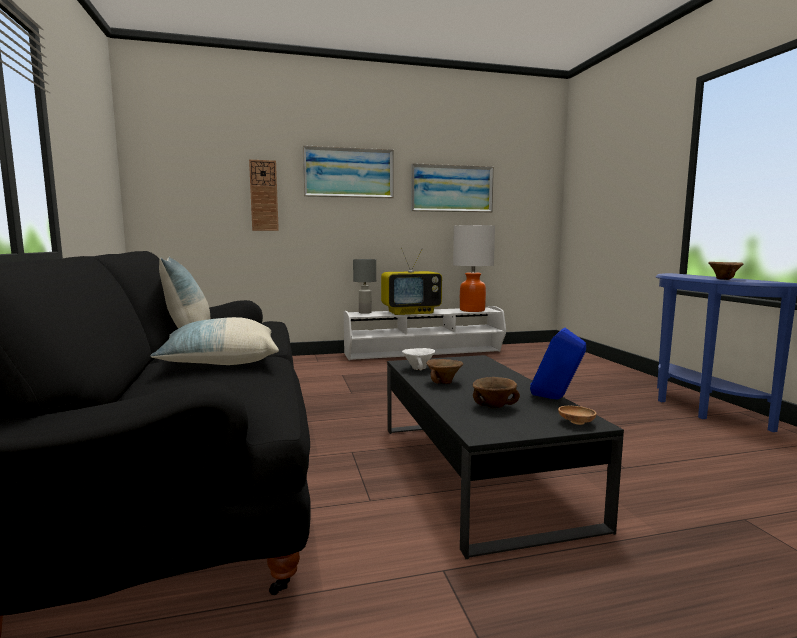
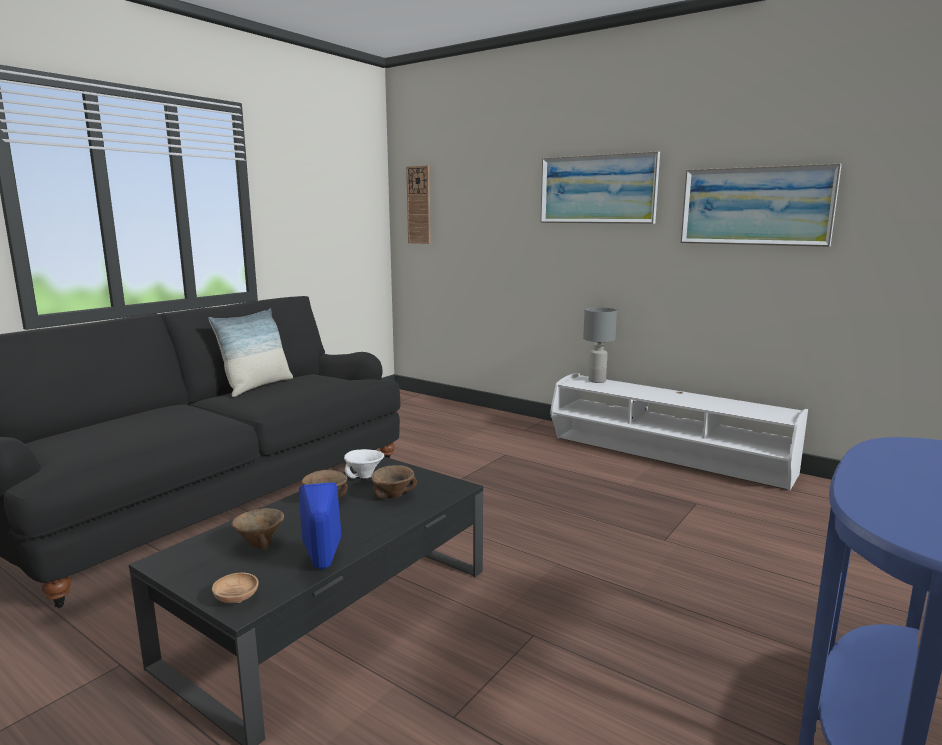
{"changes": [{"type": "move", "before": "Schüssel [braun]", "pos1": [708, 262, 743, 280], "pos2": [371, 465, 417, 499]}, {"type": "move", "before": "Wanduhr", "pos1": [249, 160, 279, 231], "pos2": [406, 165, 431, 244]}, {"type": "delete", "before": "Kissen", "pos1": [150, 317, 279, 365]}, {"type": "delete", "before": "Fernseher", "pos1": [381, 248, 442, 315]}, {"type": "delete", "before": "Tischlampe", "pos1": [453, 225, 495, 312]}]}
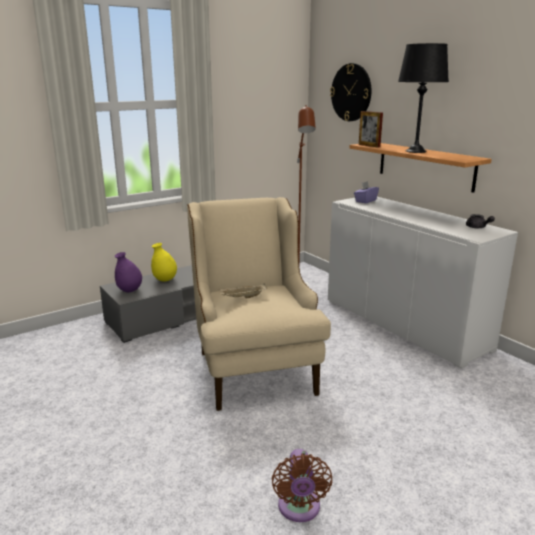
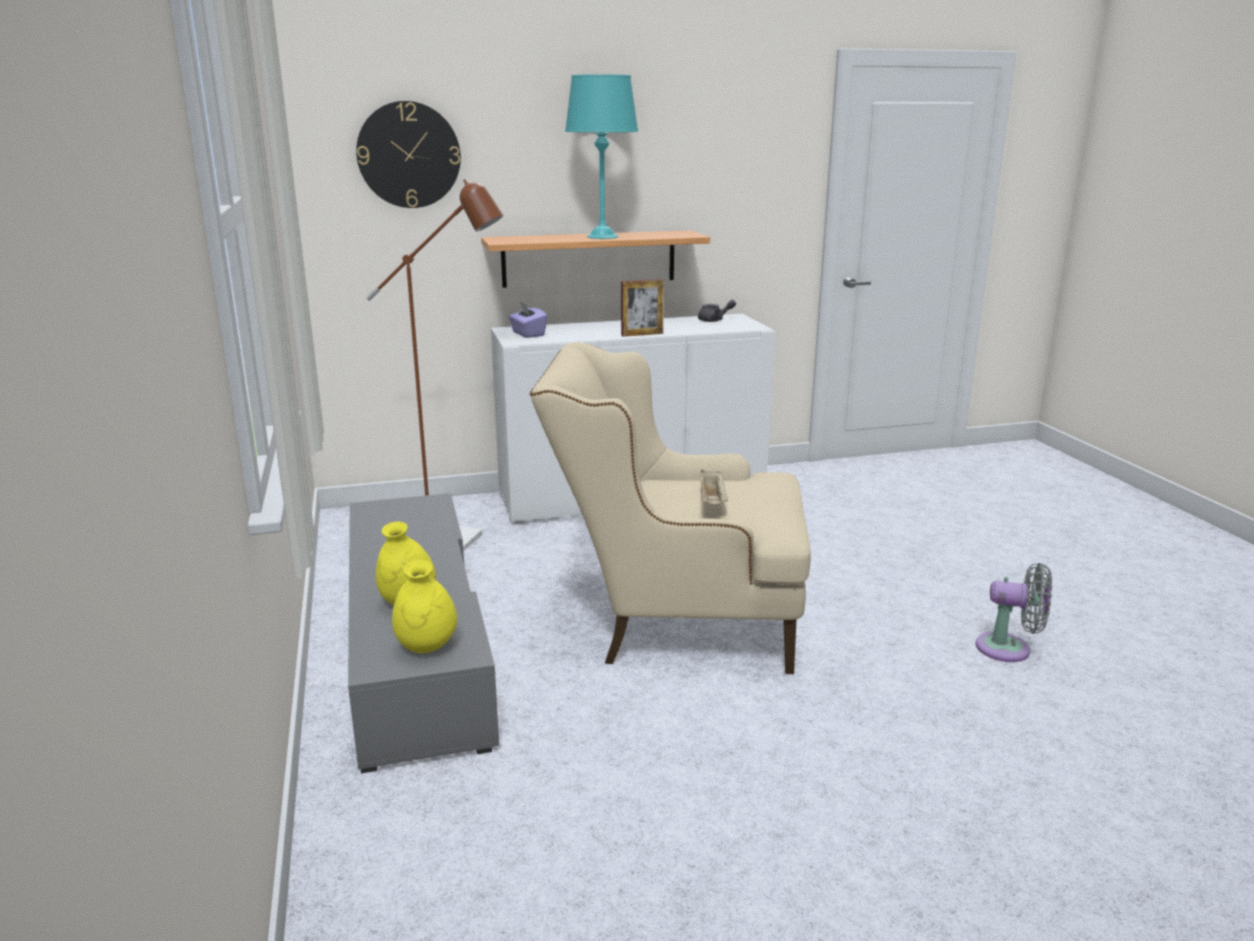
{"changes": [{"type": "recolor", "before": "Vase [lila]", "after": "Vase [gelb]", "pos1": [115, 252, 142, 292], "pos2": [392, 560, 457, 653]}, {"type": "recolor", "before": "Tischlampe [schwarz]", "after": "Tischlampe [türkis]", "pos1": [398, 43, 449, 153], "pos2": [565, 74, 638, 239]}, {"type": "move", "before": "Bilderrahmen", "pos1": [359, 111, 383, 148], "pos2": [621, 279, 664, 337]}, {"type": "recolor", "before": "Ventilator [braun]", "after": "Ventilator [grau]", "pos1": [272, 449, 332, 522], "pos2": [976, 563, 1052, 662]}]}
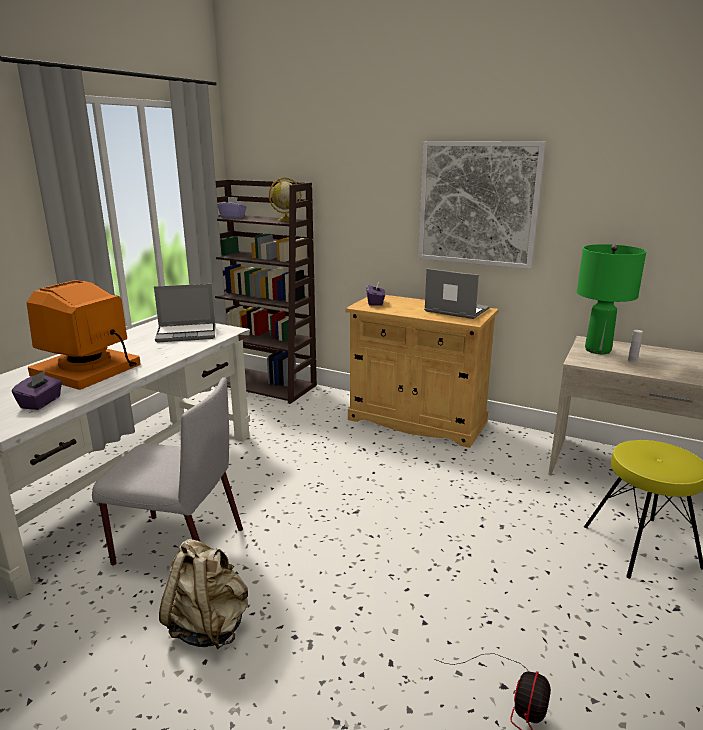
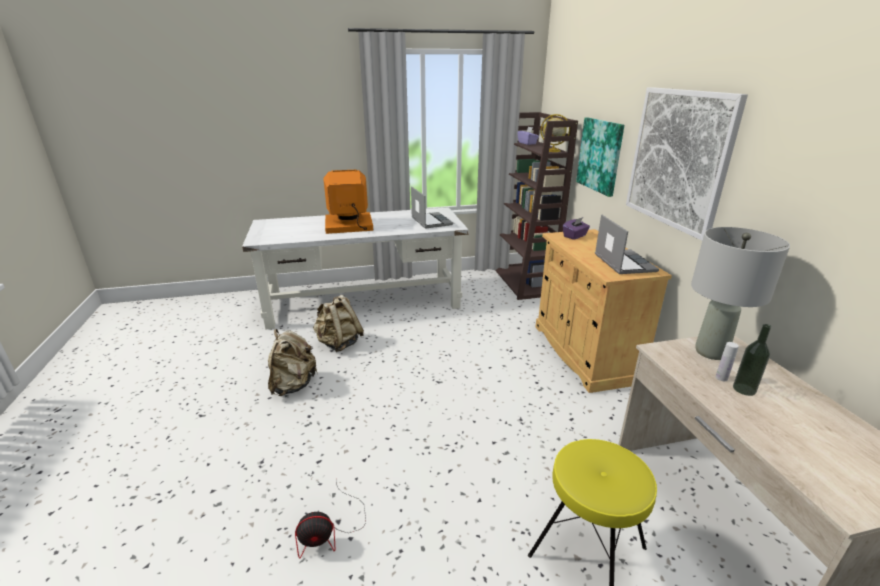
{"changes": [{"type": "replace", "before": "Stuhl [grau]", "after": "Rucksack [beige]", "pos1": [92, 378, 243, 566], "pos2": [313, 295, 364, 352]}, {"type": "rotate", "before": "Laptop", "pos1": [154, 284, 215, 342], "pos2": [411, 186, 453, 229], "turn": -150}, {"type": "insert", "after": "Bild", "pos2": [576, 118, 624, 197]}, {"type": "recolor", "before": "Tischlampe [grün]", "after": "Tischlampe [grau]", "pos1": [577, 244, 646, 354], "pos2": [691, 227, 790, 360]}, {"type": "insert", "after": "Flasche", "pos2": [733, 324, 771, 396]}, {"type": "delete", "before": "Taschentuchbox [lila]", "pos1": [12, 370, 62, 410]}]}
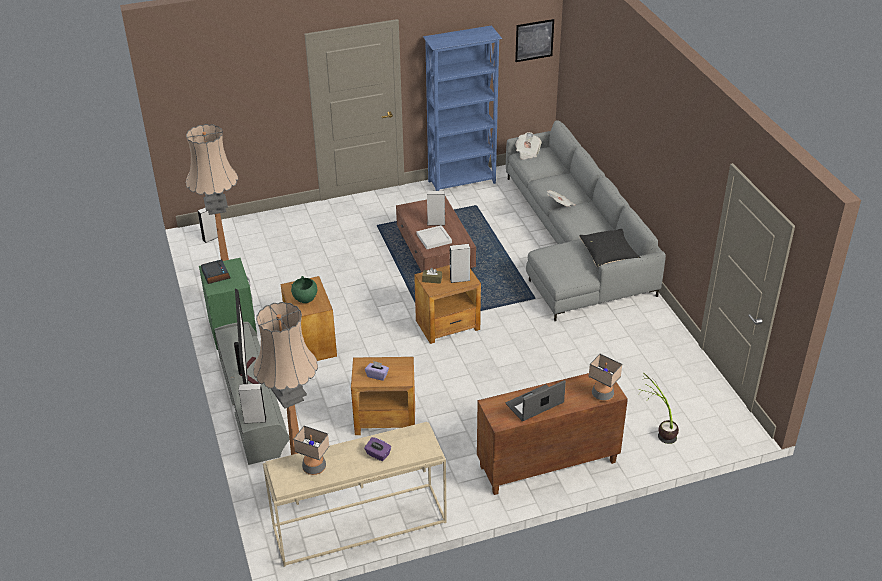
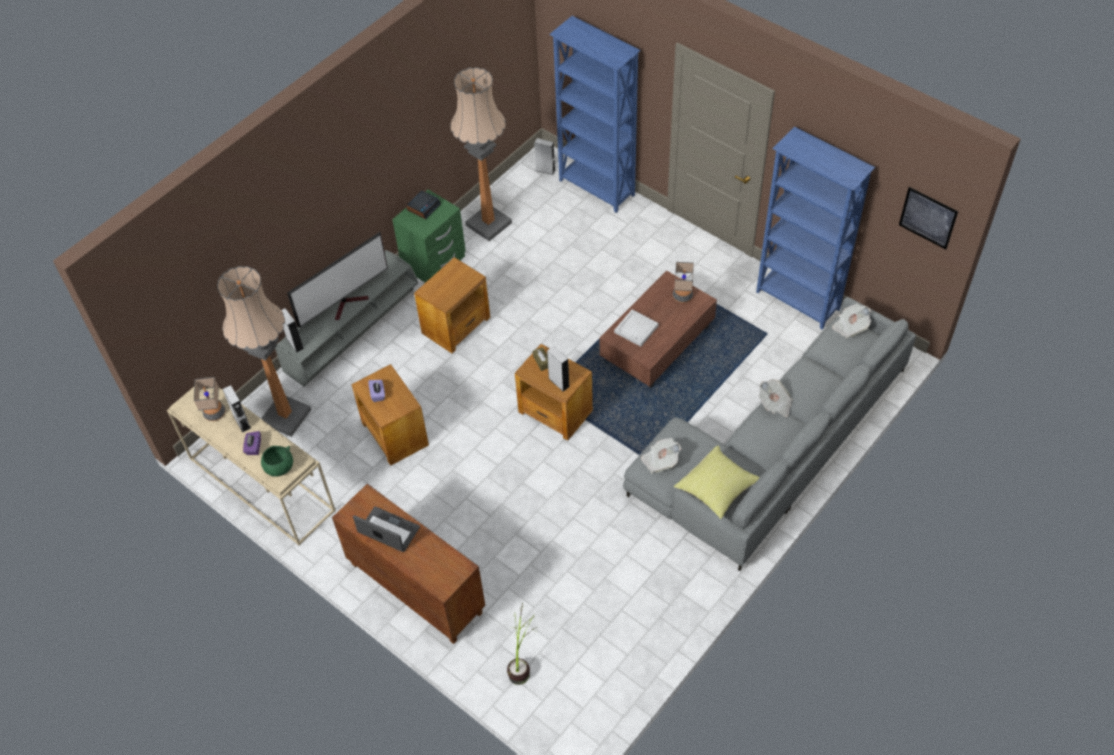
{"changes": [{"type": "move", "before": "Lautsprecher [grau]", "pos1": [427, 191, 445, 225], "pos2": [223, 385, 251, 433]}, {"type": "move", "before": "Schüssel [grün]", "pos1": [291, 276, 317, 303], "pos2": [261, 446, 293, 477]}, {"type": "insert", "after": "Bücherregal [blau]", "pos2": [549, 16, 641, 213]}, {"type": "insert", "after": "Zeitung", "pos2": [641, 438, 681, 474]}, {"type": "move", "before": "Tischlampe", "pos1": [588, 354, 622, 401], "pos2": [673, 262, 694, 303]}, {"type": "recolor", "before": "Kissen [schwarz]", "after": "Kissen [gelb]", "pos1": [579, 229, 641, 267], "pos2": [674, 446, 760, 519]}]}
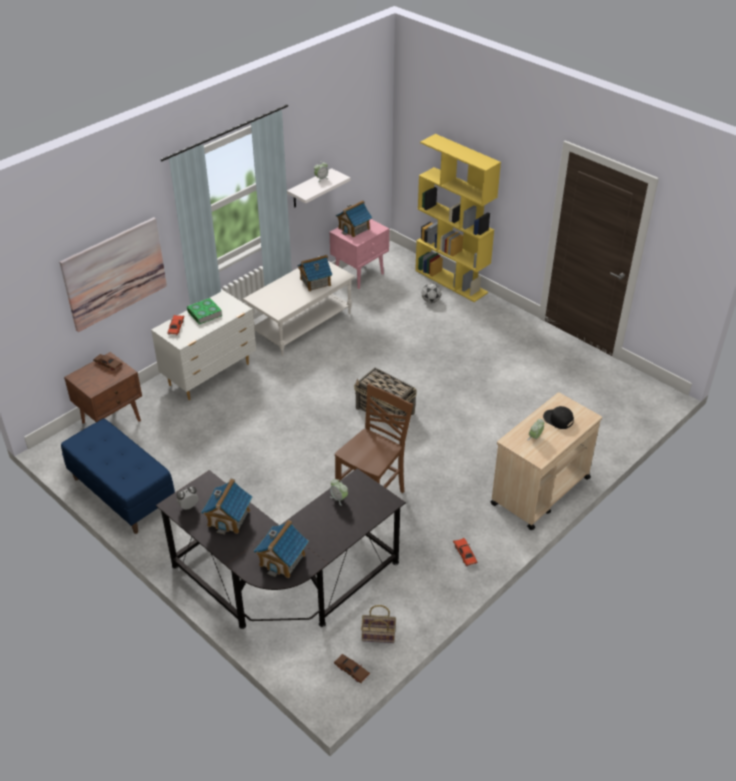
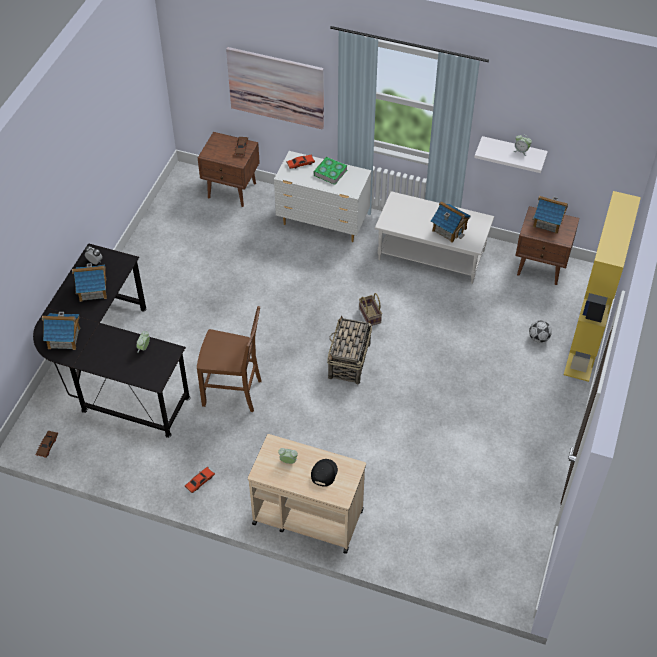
{"changes": [{"type": "move", "before": "Korb", "pos1": [361, 605, 396, 643], "pos2": [359, 293, 382, 326]}, {"type": "recolor", "before": "Nachttisch [rosa]", "after": "Nachttisch [braun]", "pos1": [330, 219, 389, 289], "pos2": [515, 206, 580, 285]}, {"type": "delete", "before": "Bank [blau]", "pos1": [61, 419, 175, 534]}]}
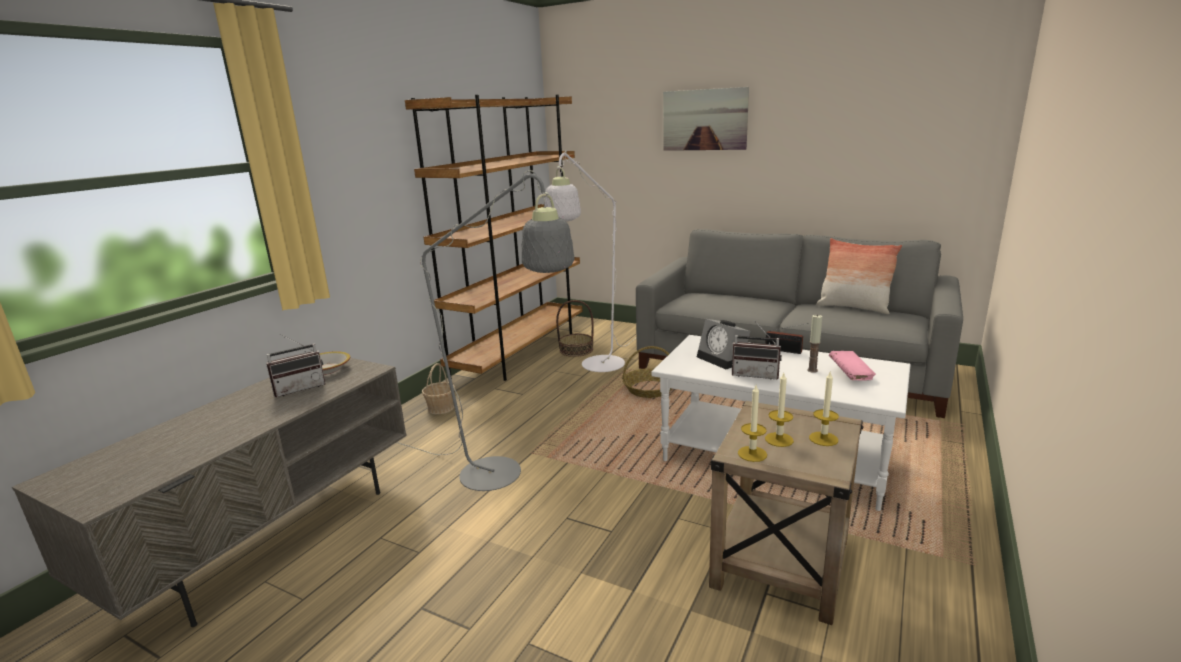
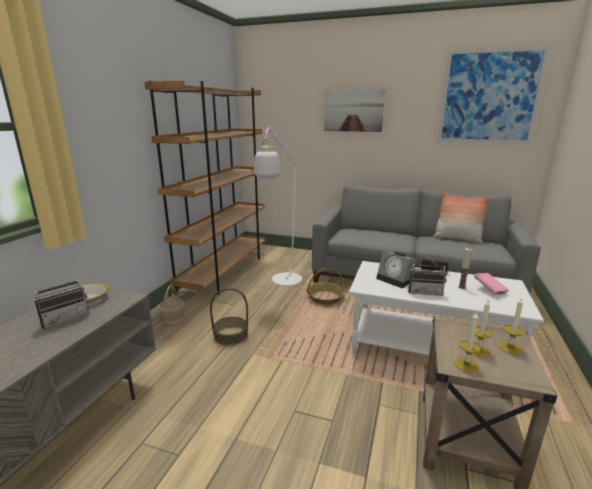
{"changes": [{"type": "move", "before": "Korb", "pos1": [556, 300, 594, 357], "pos2": [210, 288, 248, 345]}, {"type": "insert", "after": "Bild", "pos2": [438, 46, 550, 144]}, {"type": "delete", "before": "Stehlampe [grau]", "pos1": [396, 170, 575, 491]}]}
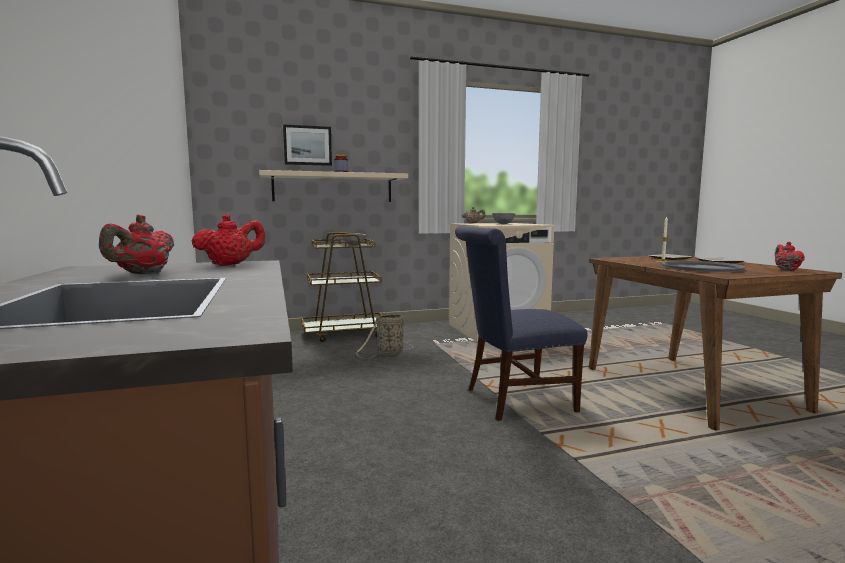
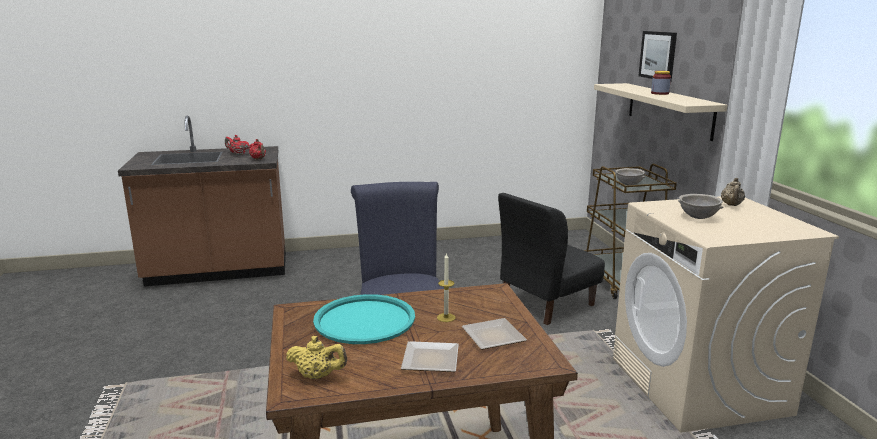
{"changes": [{"type": "recolor", "before": "Teekanne [rot]", "after": "Teekanne [gelb]", "pos1": [775, 242, 805, 270], "pos2": [286, 336, 347, 379]}, {"type": "recolor", "before": "Tablett [grau]", "after": "Tablett [türkis]", "pos1": [661, 261, 746, 272], "pos2": [313, 294, 415, 344]}, {"type": "replace", "before": "Korb", "after": "Stuhl [schwarz]", "pos1": [355, 314, 413, 359], "pos2": [498, 193, 605, 325]}]}
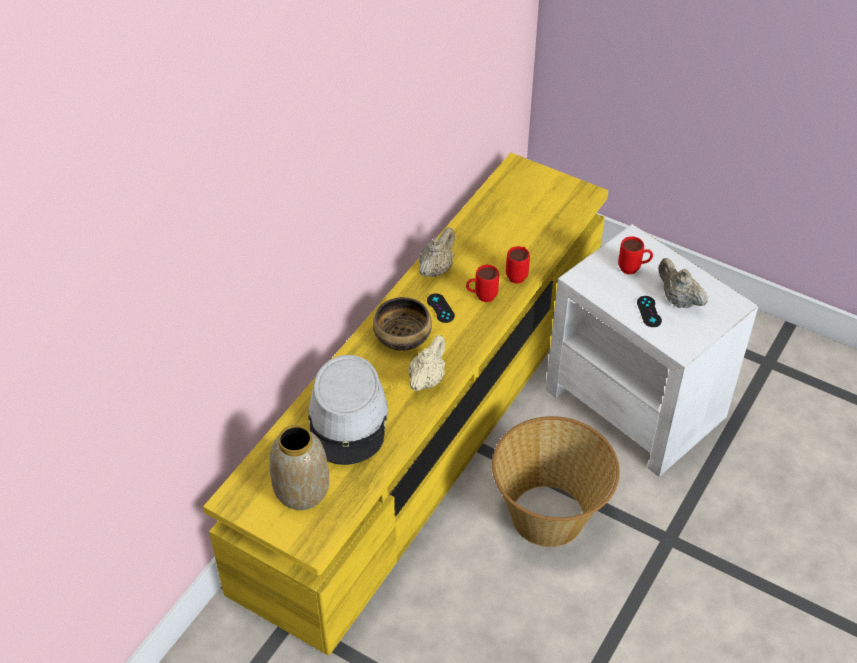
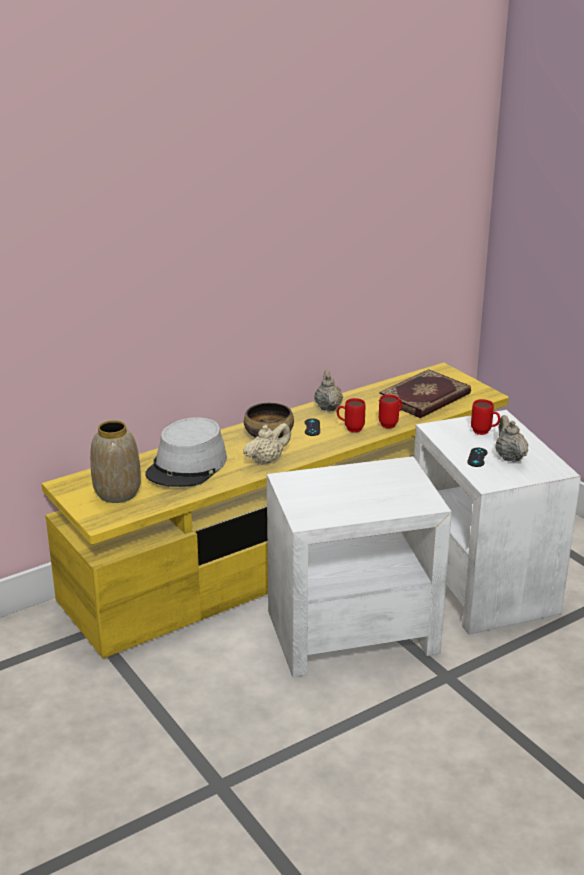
{"changes": [{"type": "replace", "before": "Korb", "after": "Beistelltisch [weiß]", "pos1": [492, 416, 620, 547], "pos2": [267, 456, 452, 677]}, {"type": "rotate", "before": "Teekanne [beige]", "pos1": [419, 227, 455, 277], "pos2": [314, 370, 343, 412], "turn": -60}, {"type": "insert", "after": "Buch", "pos2": [379, 369, 471, 418]}]}
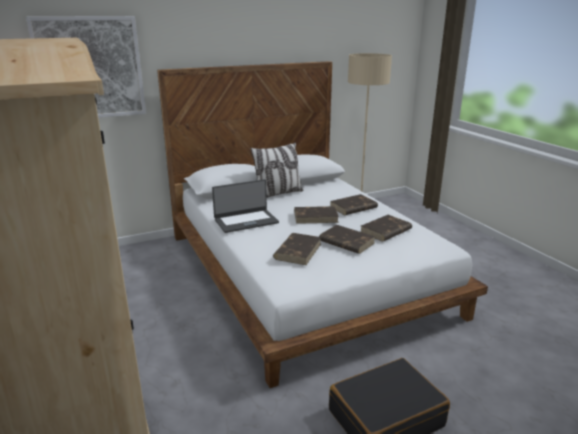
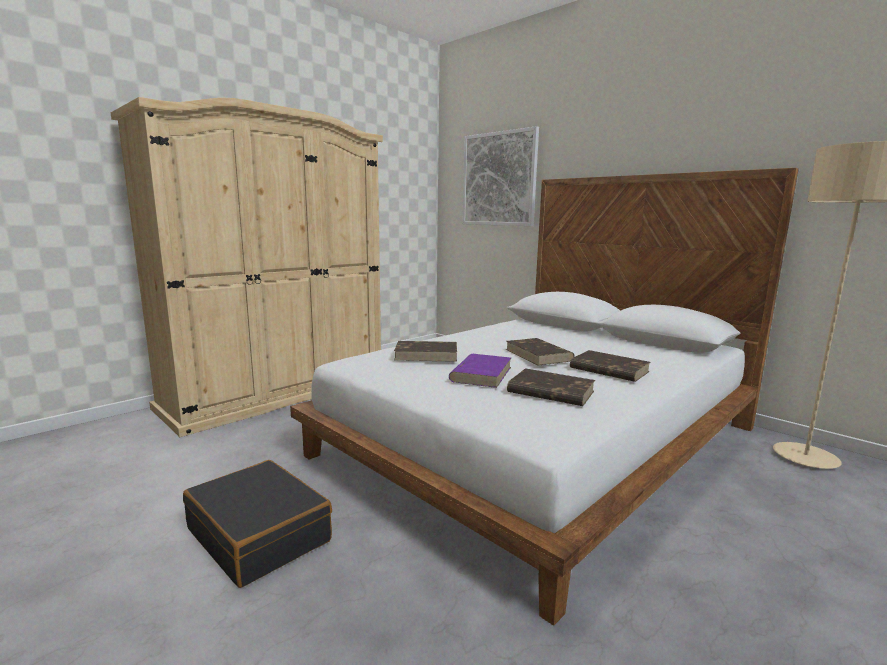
{"changes": [{"type": "recolor", "before": "Buch [braun]", "after": "Buch [lila]", "pos1": [319, 225, 375, 254], "pos2": [449, 354, 511, 388]}, {"type": "delete", "before": "Laptop", "pos1": [212, 179, 279, 233]}, {"type": "delete", "before": "Kissen", "pos1": [250, 142, 304, 198]}]}
